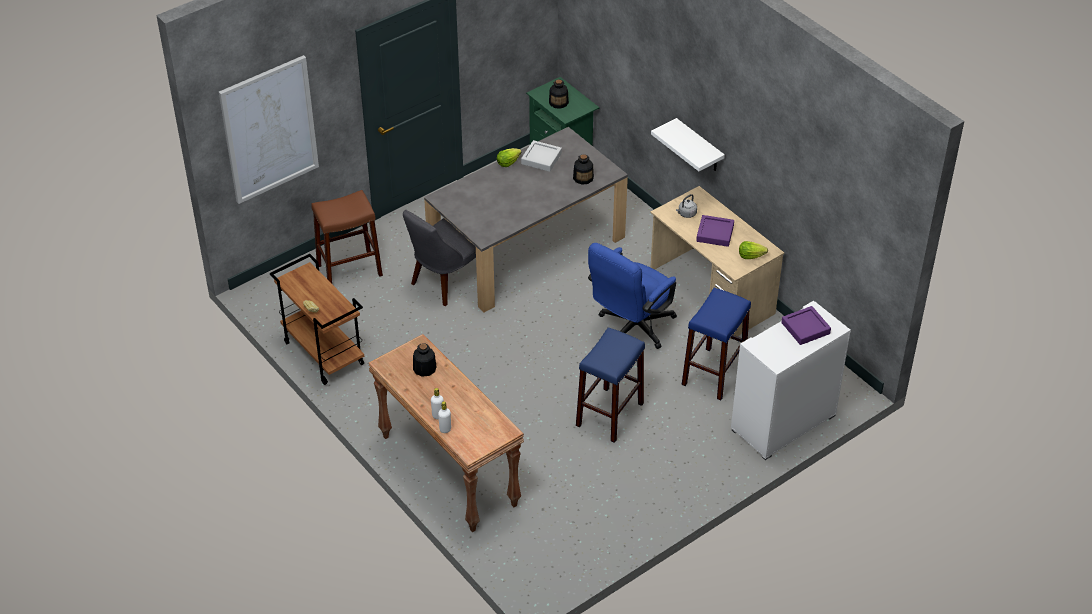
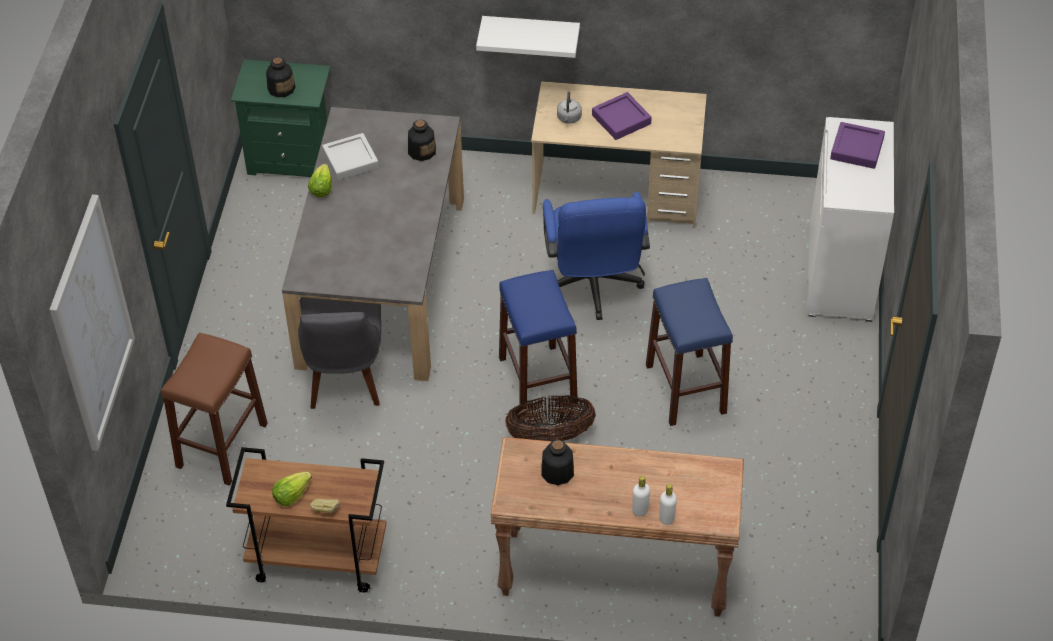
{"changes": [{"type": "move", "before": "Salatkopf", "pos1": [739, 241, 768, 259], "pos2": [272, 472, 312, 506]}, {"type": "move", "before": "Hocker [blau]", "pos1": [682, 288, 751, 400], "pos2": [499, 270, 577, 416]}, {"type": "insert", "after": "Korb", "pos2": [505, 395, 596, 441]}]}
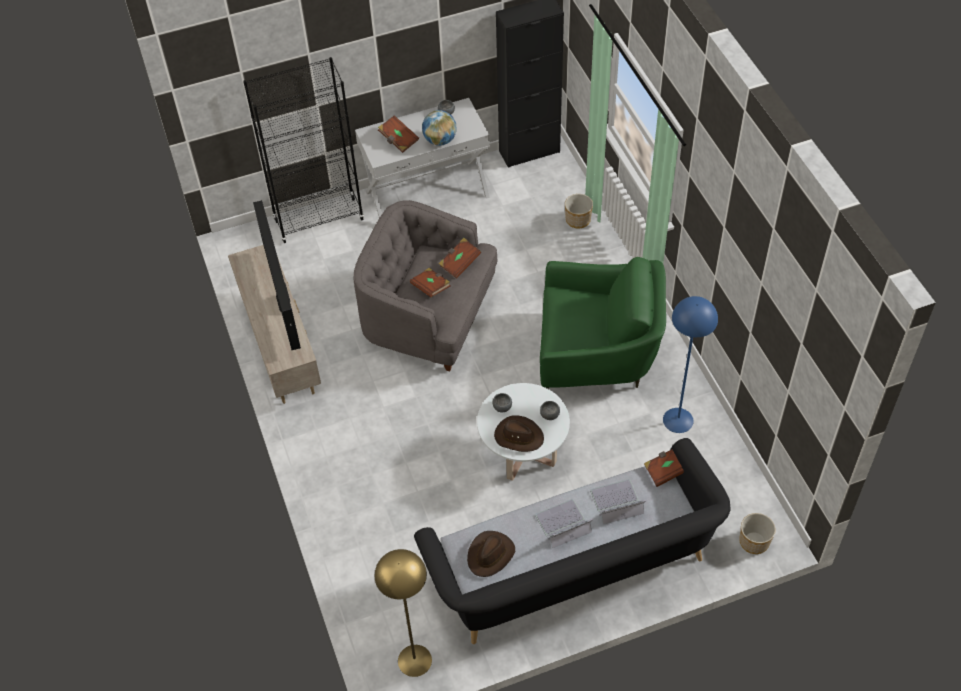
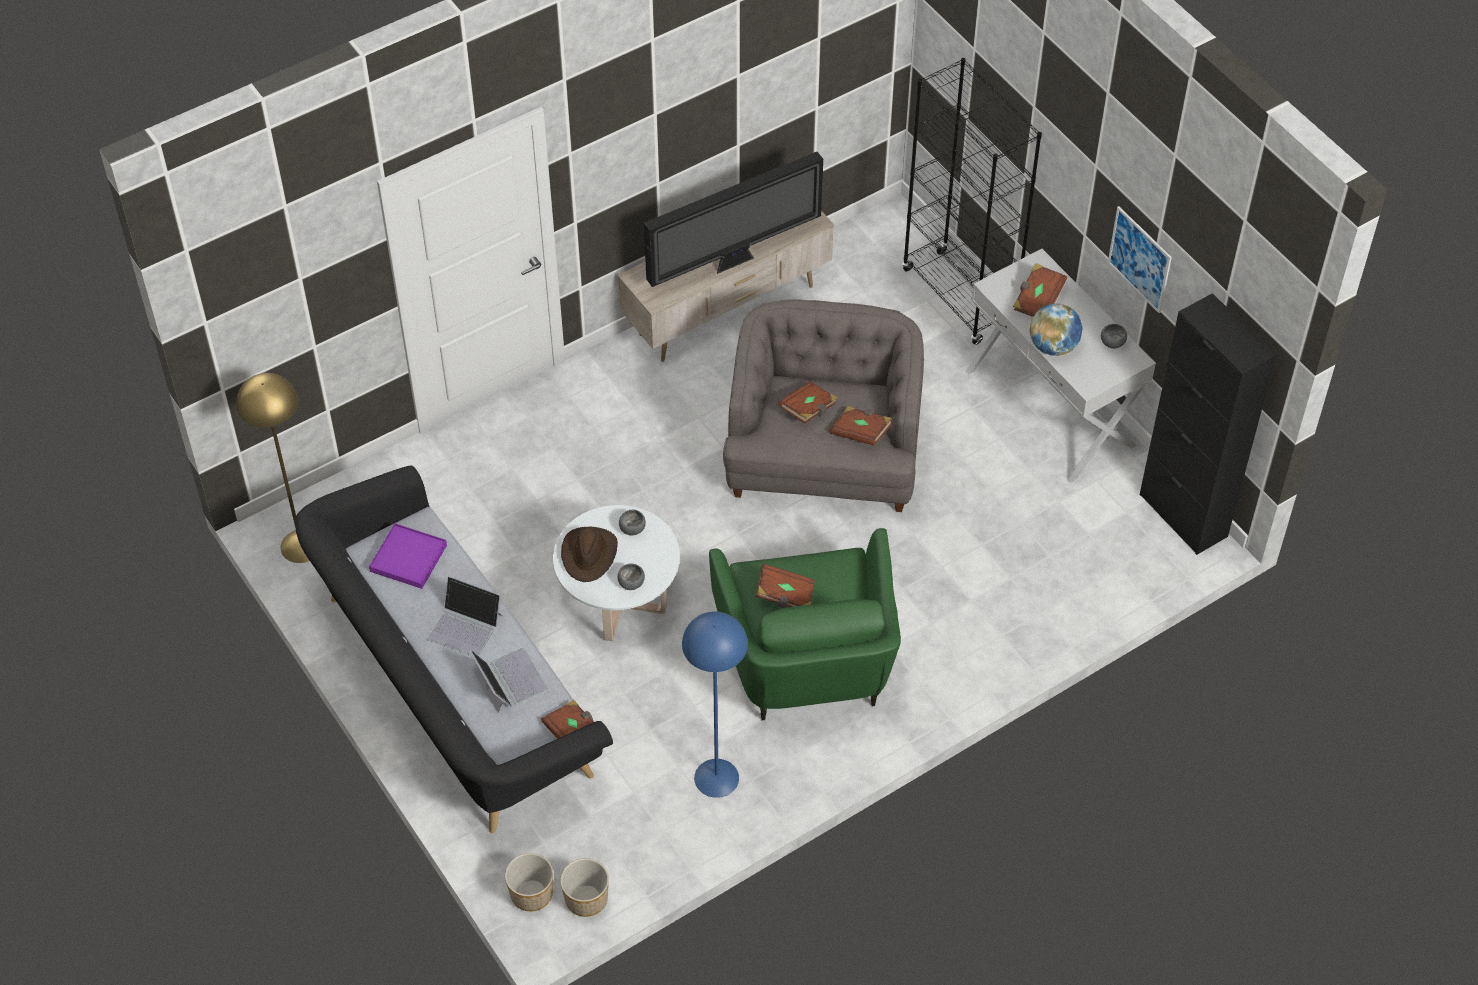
{"changes": [{"type": "replace", "before": "Hut [braun]", "after": "Tablett [lila]", "pos1": [467, 531, 515, 577], "pos2": [369, 523, 447, 589]}, {"type": "rotate", "before": "Laptop", "pos1": [535, 499, 594, 548], "pos2": [427, 576, 502, 656], "turn": 150}, {"type": "move", "before": "Pflanzkübel", "pos1": [565, 194, 593, 229], "pos2": [560, 858, 609, 917]}, {"type": "insert", "after": "Buch [braun]", "pos2": [756, 563, 815, 608]}, {"type": "insert", "after": "Bild", "pos2": [1108, 206, 1172, 313]}]}
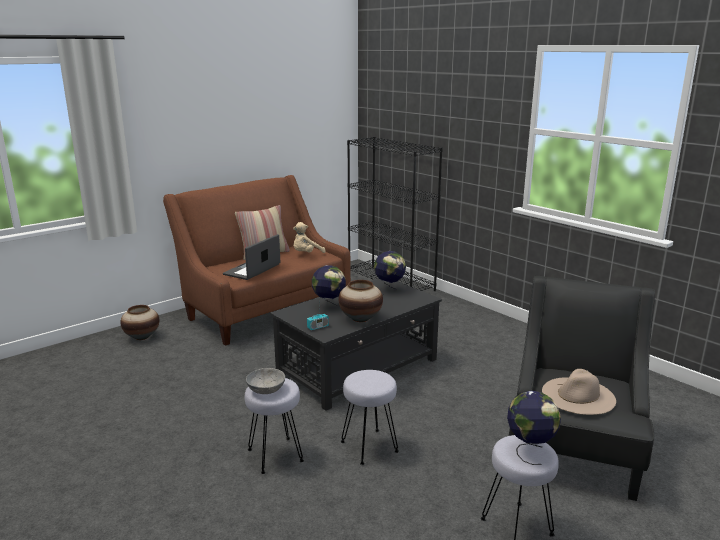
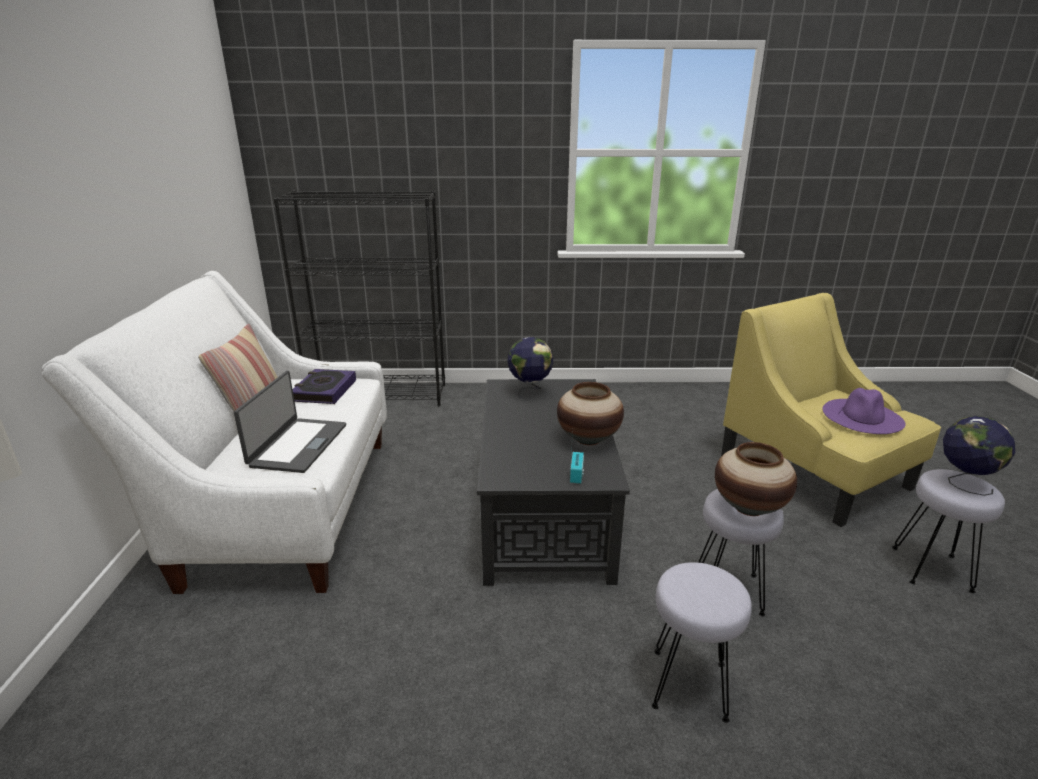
{"changes": [{"type": "recolor", "before": "Sofa [braun]", "after": "Sofa [weiß]", "pos1": [163, 175, 351, 346], "pos2": [41, 271, 387, 594]}, {"type": "rotate", "before": "Laptop", "pos1": [223, 234, 280, 280], "pos2": [234, 371, 346, 473], "turn": -150}, {"type": "replace", "before": "Plüschtier [beige]", "after": "Buch", "pos1": [293, 222, 326, 253], "pos2": [293, 369, 356, 404]}, {"type": "move", "before": "Vase", "pos1": [120, 305, 159, 340], "pos2": [715, 442, 797, 516]}, {"type": "recolor", "before": "Sessel [schwarz]", "after": "Sessel [gelb]", "pos1": [509, 276, 655, 501], "pos2": [721, 293, 942, 527]}, {"type": "recolor", "before": "Hut [beige]", "after": "Hut [lila]", "pos1": [542, 369, 616, 415], "pos2": [822, 388, 906, 434]}, {"type": "delete", "before": "Schüssel [grau]", "pos1": [246, 368, 285, 394]}, {"type": "delete", "before": "Globus", "pos1": [312, 265, 346, 313]}]}
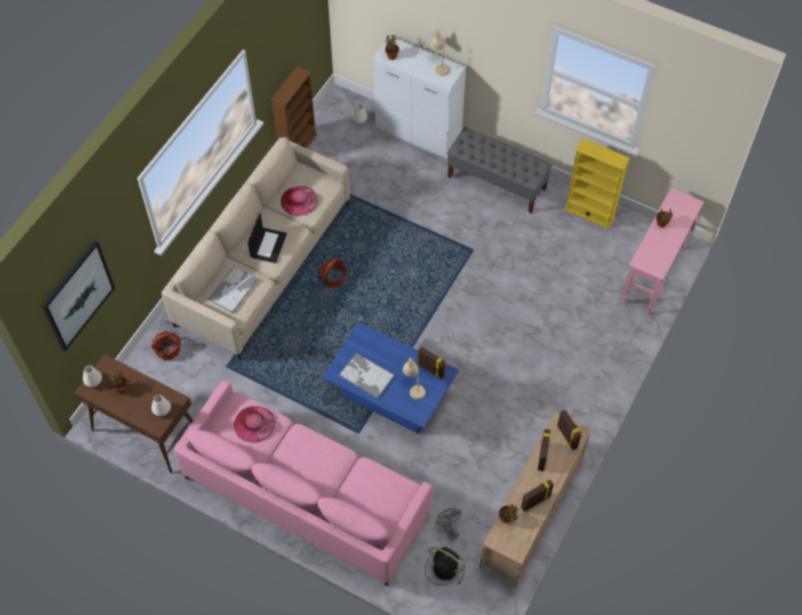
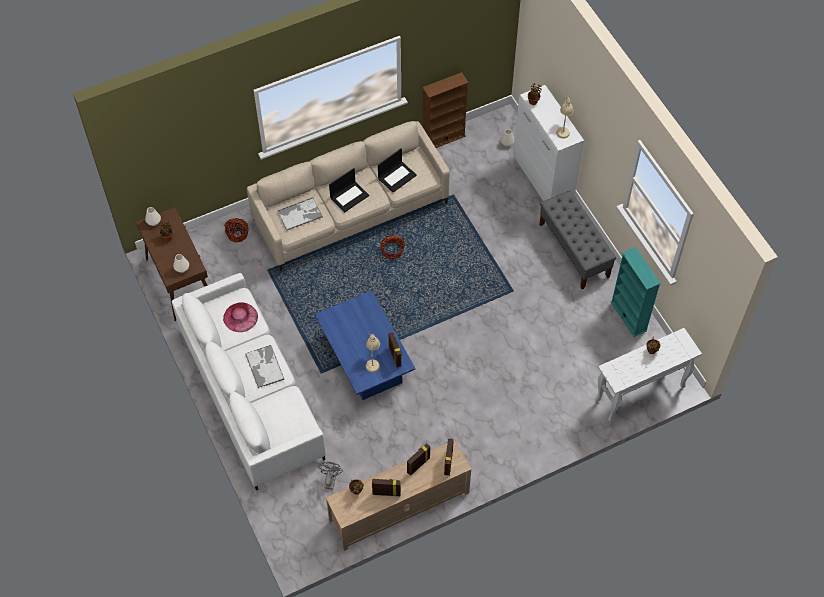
{"changes": [{"type": "recolor", "before": "Sofa [rosa]", "after": "Sofa [weiß]", "pos1": [174, 380, 432, 586], "pos2": [172, 273, 326, 490]}, {"type": "move", "before": "Tablett", "pos1": [339, 353, 395, 399], "pos2": [245, 345, 285, 388]}, {"type": "replace", "before": "Hut [rosa]", "after": "Laptop", "pos1": [281, 186, 318, 216], "pos2": [378, 148, 417, 193]}, {"type": "recolor", "before": "Konsolentisch [rosa]", "after": "Konsolentisch [weiß]", "pos1": [621, 188, 704, 315], "pos2": [595, 328, 702, 422]}, {"type": "recolor", "before": "Bücherregal [gelb]", "after": "Bücherregal [türkis]", "pos1": [564, 139, 630, 229], "pos2": [610, 247, 661, 337]}, {"type": "delete", "before": "Bild", "pos1": [41, 240, 115, 351]}, {"type": "delete", "before": "Ventilator [schwarz]", "pos1": [425, 547, 465, 585]}]}
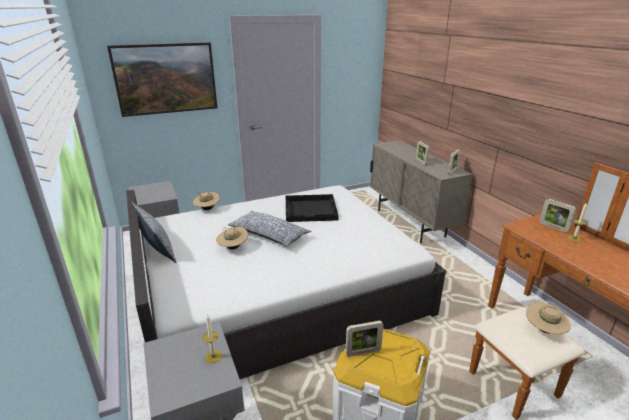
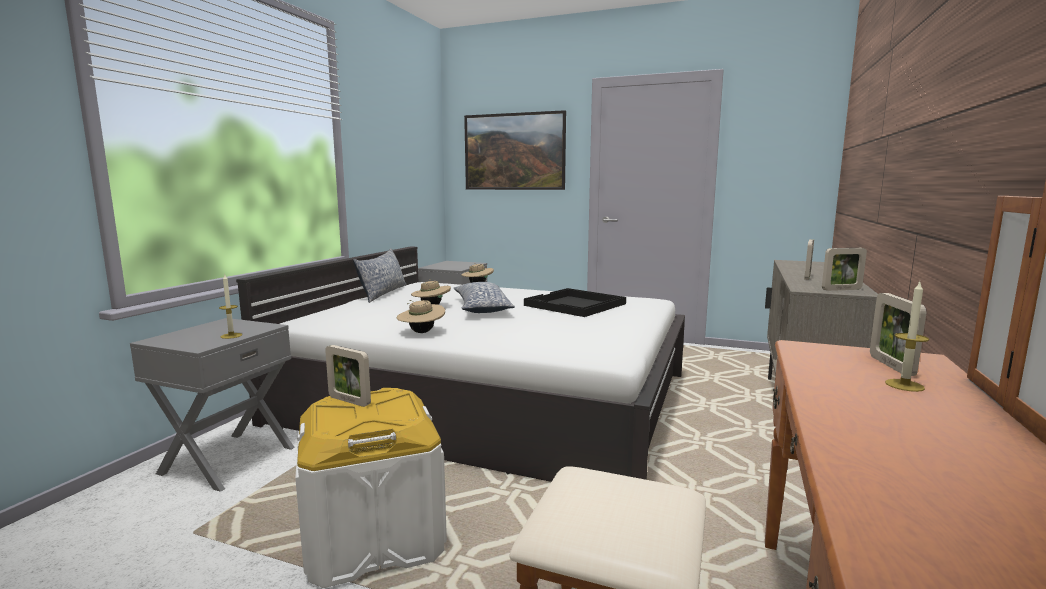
{"changes": [{"type": "move", "before": "Hut [beige]", "pos1": [526, 302, 571, 334], "pos2": [396, 300, 445, 333]}]}
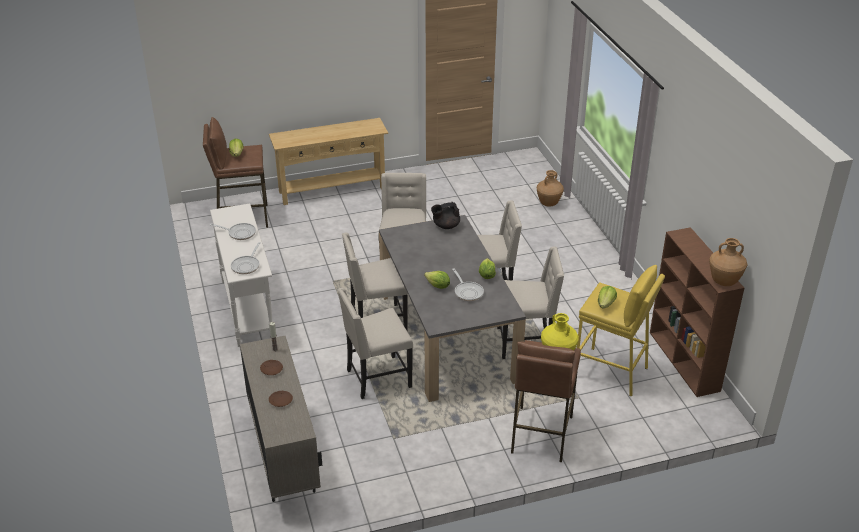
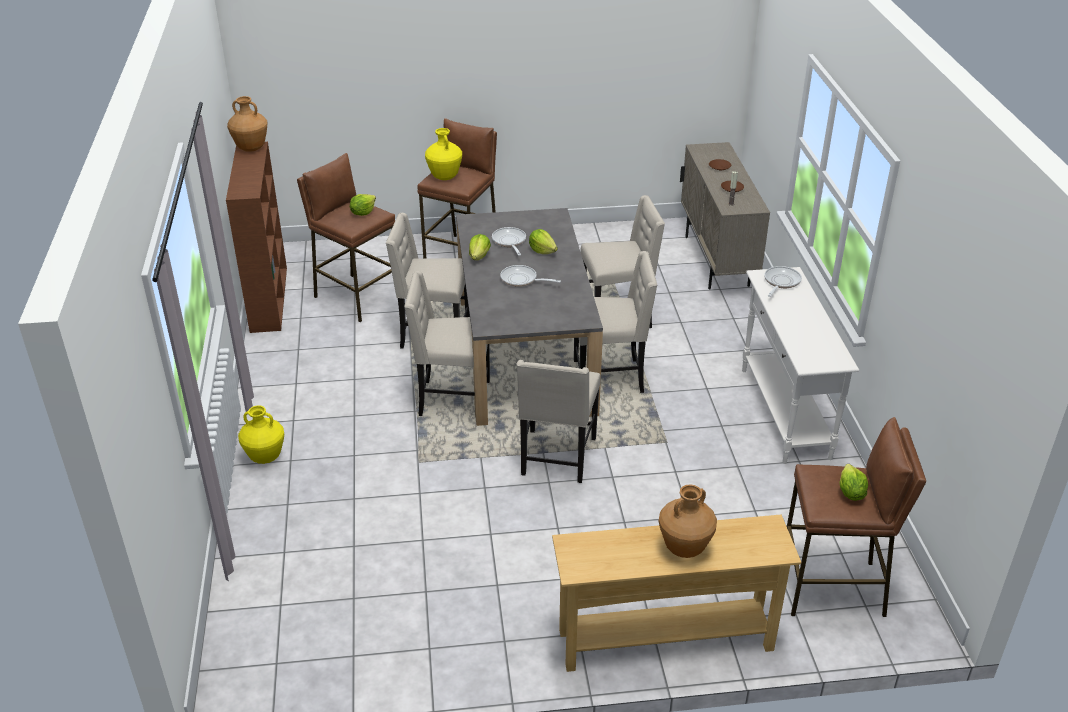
{"changes": [{"type": "insert", "after": "Vase [gelb]", "pos2": [238, 405, 284, 464]}, {"type": "recolor", "before": "Hocker [gelb]", "after": "Hocker [braun]", "pos1": [577, 265, 665, 397], "pos2": [297, 153, 395, 322]}, {"type": "move", "before": "Pfanne", "pos1": [210, 223, 256, 240], "pos2": [500, 265, 561, 287]}, {"type": "move", "before": "Vase [braun]", "pos1": [537, 170, 564, 207], "pos2": [659, 484, 717, 558]}, {"type": "delete", "before": "Teekanne [schwarz]", "pos1": [431, 202, 460, 229]}]}
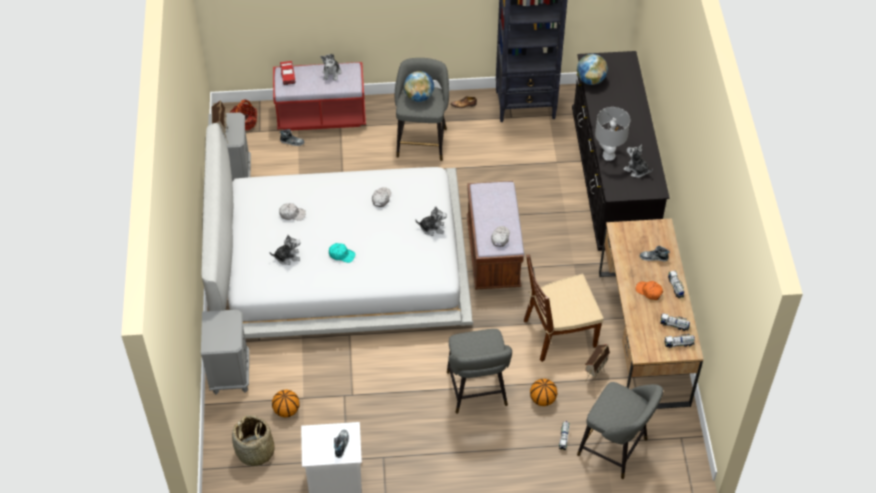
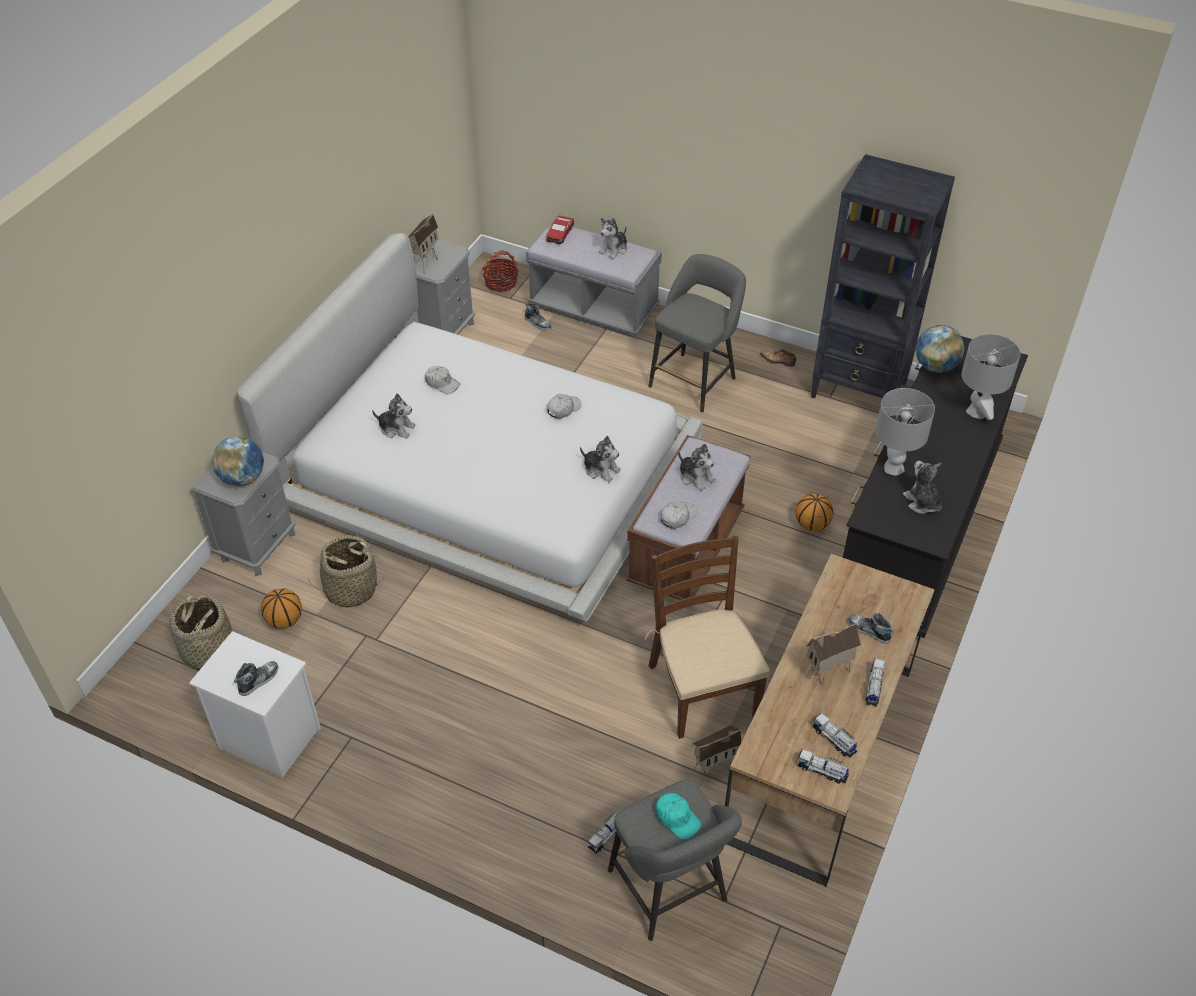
{"changes": [{"type": "move", "before": "Globus", "pos1": [404, 71, 434, 102], "pos2": [212, 436, 264, 486]}, {"type": "insert", "after": "Korb", "pos2": [307, 535, 384, 608]}, {"type": "recolor", "before": "Bank [rot]", "after": "Bank [grau]", "pos1": [273, 62, 366, 131], "pos2": [526, 221, 662, 337]}, {"type": "rotate", "before": "Stuhl [braun]", "pos1": [524, 255, 604, 362], "pos2": [644, 536, 770, 739], "turn": 60}, {"type": "move", "before": "Kappe [türkis]", "pos1": [329, 243, 355, 263], "pos2": [655, 793, 701, 840]}, {"type": "insert", "after": "Plüschtier", "pos2": [678, 443, 716, 491]}, {"type": "move", "before": "Basketball", "pos1": [530, 379, 557, 406], "pos2": [796, 494, 833, 531]}, {"type": "replace", "before": "Kappe [orange]", "after": "Spielzeughaus", "pos1": [635, 281, 663, 300], "pos2": [807, 623, 861, 687]}, {"type": "insert", "after": "Tischlampe [grau]", "pos2": [961, 334, 1021, 420]}, {"type": "delete", "before": "Hocker [grau]", "pos1": [447, 329, 512, 414]}]}
